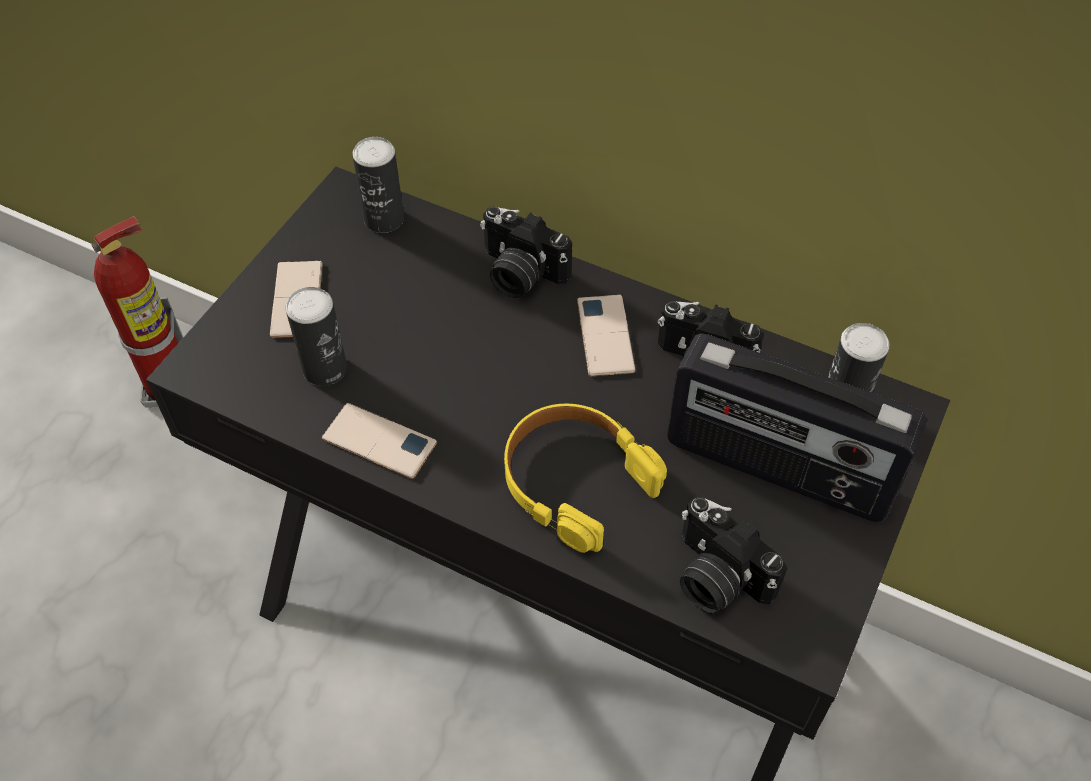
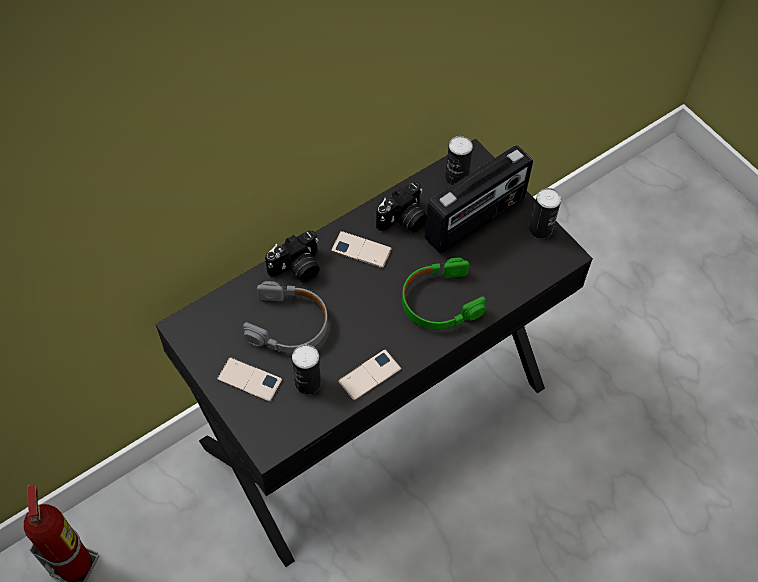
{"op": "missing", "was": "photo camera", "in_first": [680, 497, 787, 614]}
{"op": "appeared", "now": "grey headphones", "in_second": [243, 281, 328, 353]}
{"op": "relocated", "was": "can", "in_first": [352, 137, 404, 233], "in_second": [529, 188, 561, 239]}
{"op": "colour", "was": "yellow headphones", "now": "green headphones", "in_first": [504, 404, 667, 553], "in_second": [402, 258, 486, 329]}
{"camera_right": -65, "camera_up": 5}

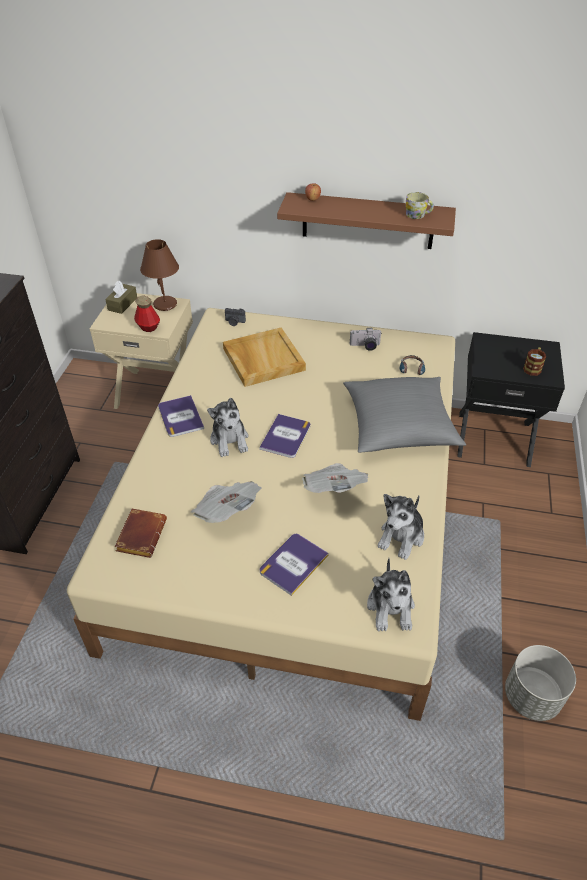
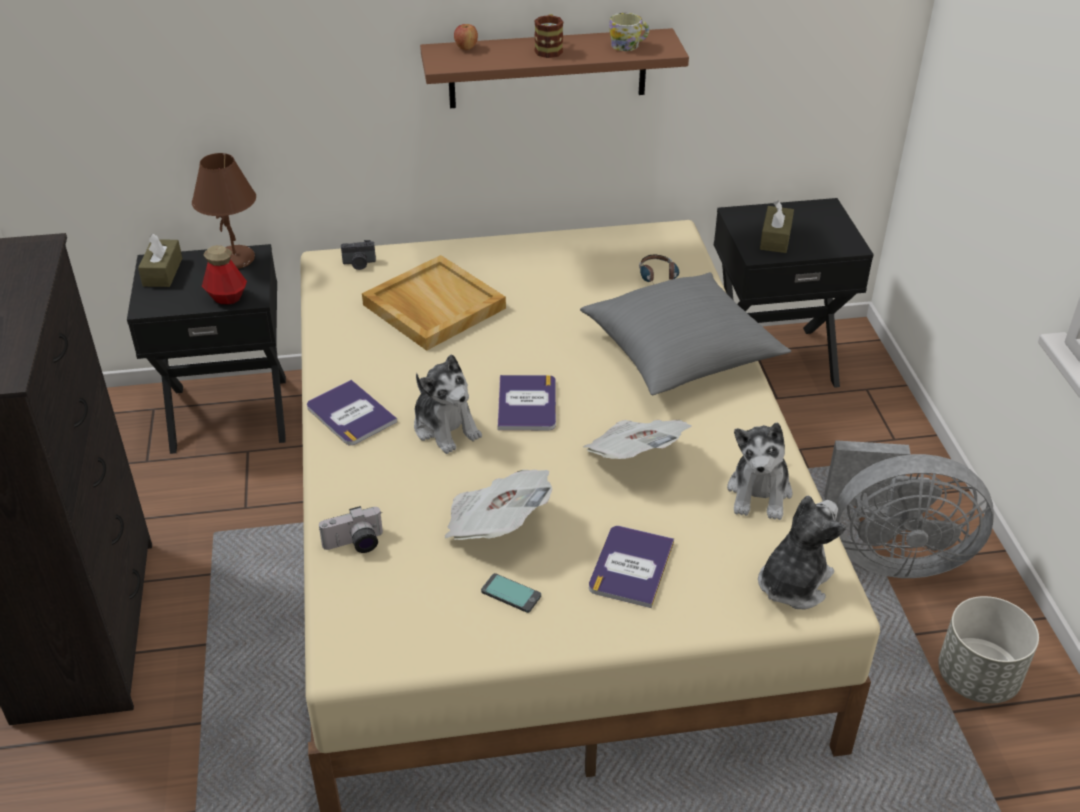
{"op": "missing", "was": "brown book", "in_first": [115, 509, 167, 558]}
{"op": "appeared", "now": "phone", "in_second": [481, 573, 541, 613]}
{"op": "appeared", "now": "brown tissue box", "in_second": [760, 200, 794, 253]}
{"op": "appeared", "now": "grey fan", "in_second": [824, 440, 994, 578]}
{"op": "relocated", "was": "photo camera", "in_first": [350, 328, 381, 351], "in_second": [319, 506, 383, 553]}
{"op": "relocated", "was": "mug", "in_first": [523, 347, 546, 376], "in_second": [534, 14, 563, 58]}
{"op": "colour", "was": "beige nightstand", "now": "black nightstand", "in_first": [90, 293, 193, 409], "in_second": [127, 244, 286, 454]}
{"op": "spun", "was": "plush toy", "in_first": [367, 558, 415, 631], "in_second": [758, 495, 846, 609], "clockwise": -120}
{"camera_right": -20, "camera_up": -5}

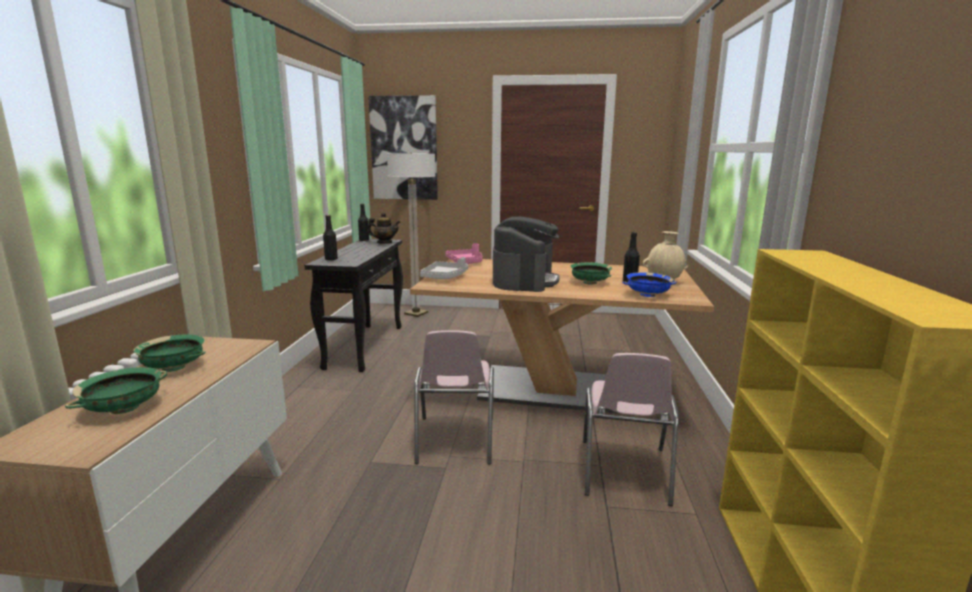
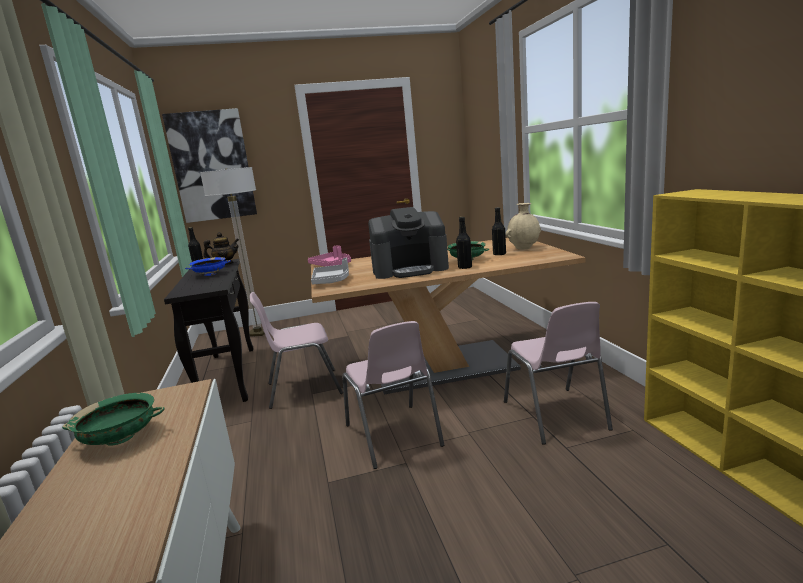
{"op": "missing", "was": "green bowl", "in_first": [65, 367, 167, 414]}
{"op": "appeared", "now": "pink chair", "in_second": [250, 292, 343, 409]}
{"op": "relocated", "was": "black bottle", "in_first": [323, 215, 338, 261], "in_second": [456, 217, 472, 269]}
{"op": "relocated", "was": "blue bowl", "in_first": [622, 272, 676, 297], "in_second": [185, 257, 231, 276]}
{"op": "spun", "was": "coffee machine", "in_first": [493, 216, 559, 292], "in_second": [368, 207, 449, 279], "clockwise": 90}
{"camera_right": -20, "camera_up": 0}

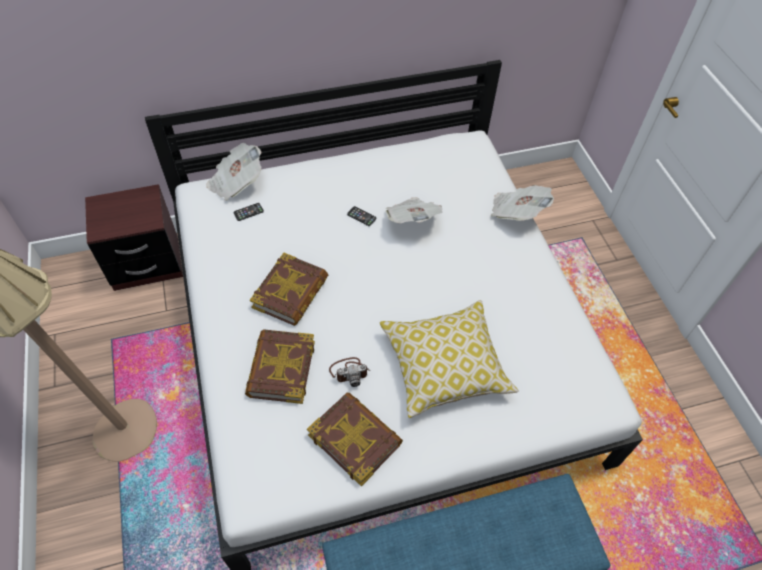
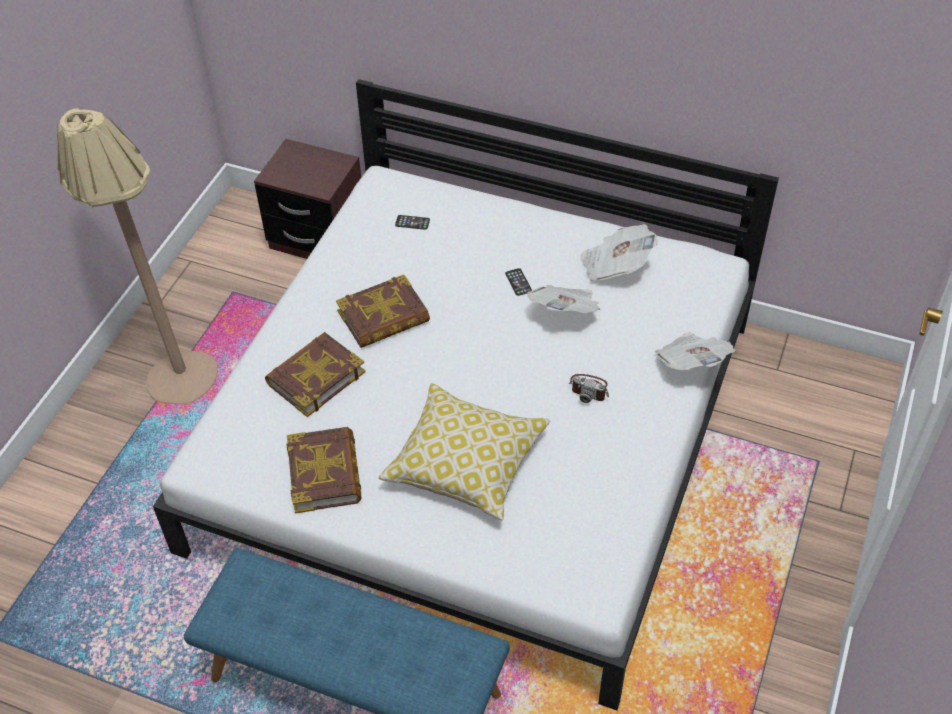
{"op": "relocated", "was": "newspaper", "in_first": [206, 143, 262, 201], "in_second": [580, 224, 658, 281]}
{"op": "relocated", "was": "photo camera", "in_first": [329, 357, 370, 387], "in_second": [569, 374, 609, 403]}
{"camera_right": 40, "camera_up": -5}

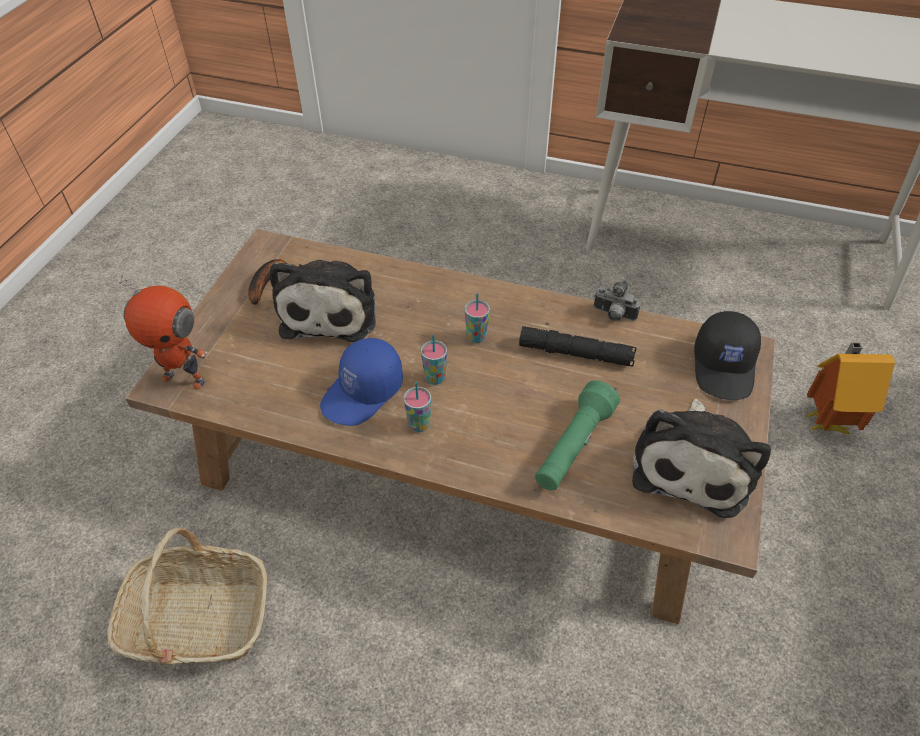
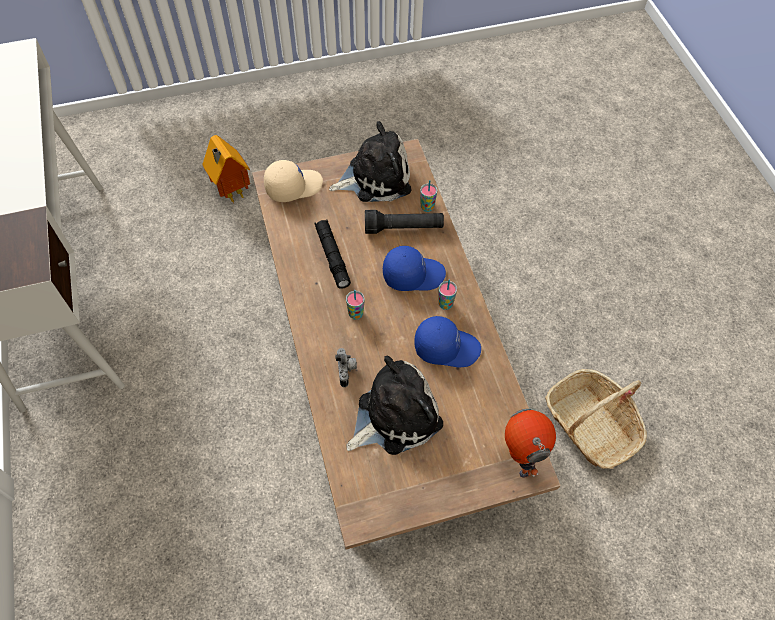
{"op": "missing", "was": "banana", "in_first": [248, 259, 302, 305]}
{"op": "appeared", "now": "blue cap", "in_second": [383, 246, 446, 291]}
{"op": "relocated", "was": "cup", "in_first": [421, 334, 447, 385], "in_second": [420, 180, 438, 212]}
{"op": "relocated", "was": "photo camera", "in_first": [594, 281, 640, 321], "in_second": [335, 348, 357, 387]}
{"op": "colour", "was": "green flashlight", "now": "black flashlight", "in_first": [535, 380, 620, 490], "in_second": [365, 210, 444, 234]}
{"op": "colour", "was": "black cap", "now": "beige cap", "in_first": [694, 311, 761, 400], "in_second": [264, 160, 323, 202]}
{"camera_right": -125, "camera_up": 10}

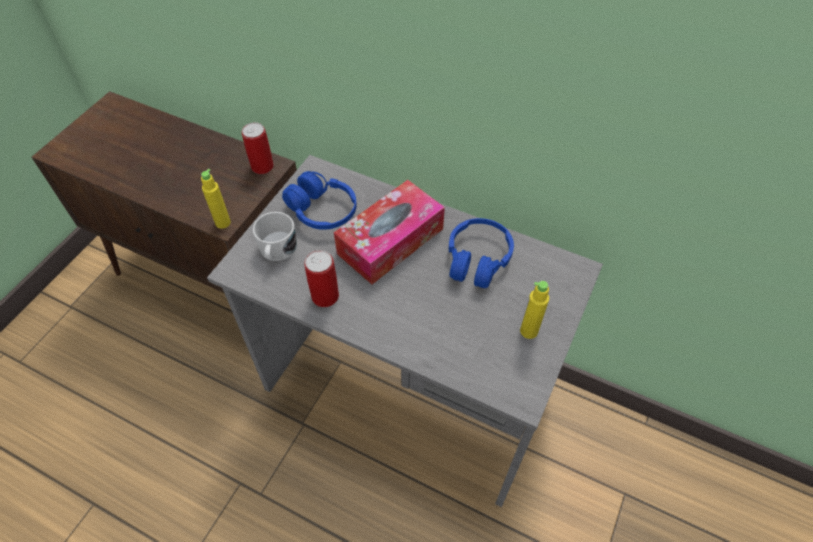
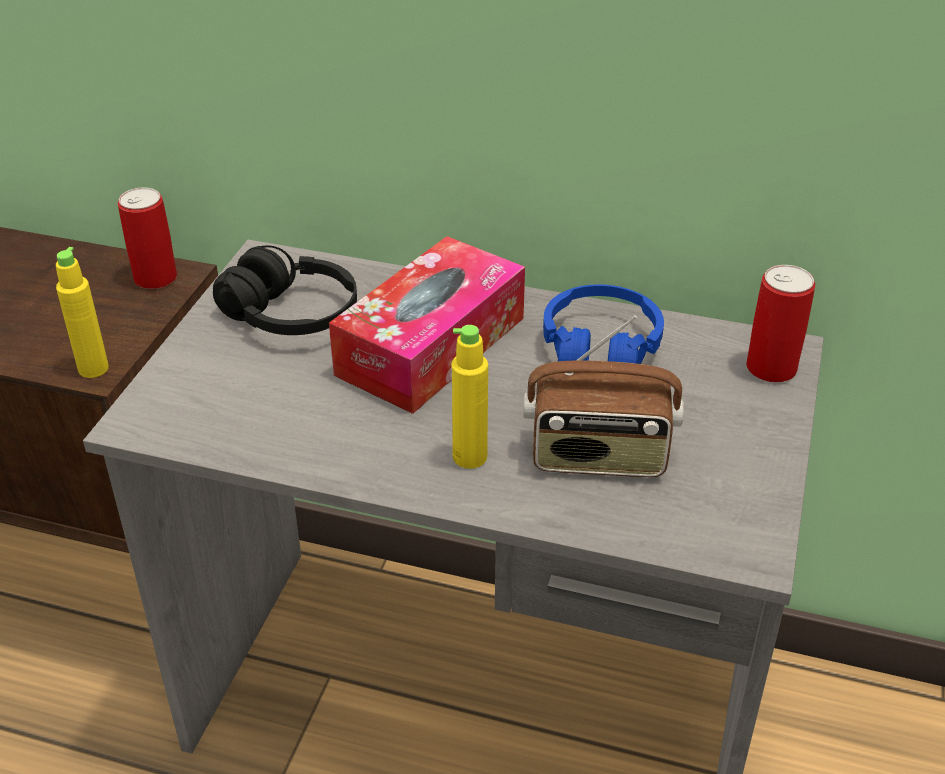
{"op": "missing", "was": "white mug", "in_first": [253, 212, 297, 261]}
{"op": "appeared", "now": "radio", "in_second": [523, 315, 684, 477]}
{"op": "relocated", "was": "can", "in_first": [304, 250, 339, 307], "in_second": [746, 265, 815, 382]}
{"op": "relocated", "was": "yellow bottle", "in_first": [520, 281, 549, 339], "in_second": [451, 325, 488, 469]}
{"op": "colour", "was": "blue headphones", "now": "black headphones", "in_first": [282, 171, 357, 230], "in_second": [213, 245, 357, 335]}
{"camera_right": -10, "camera_up": -15}

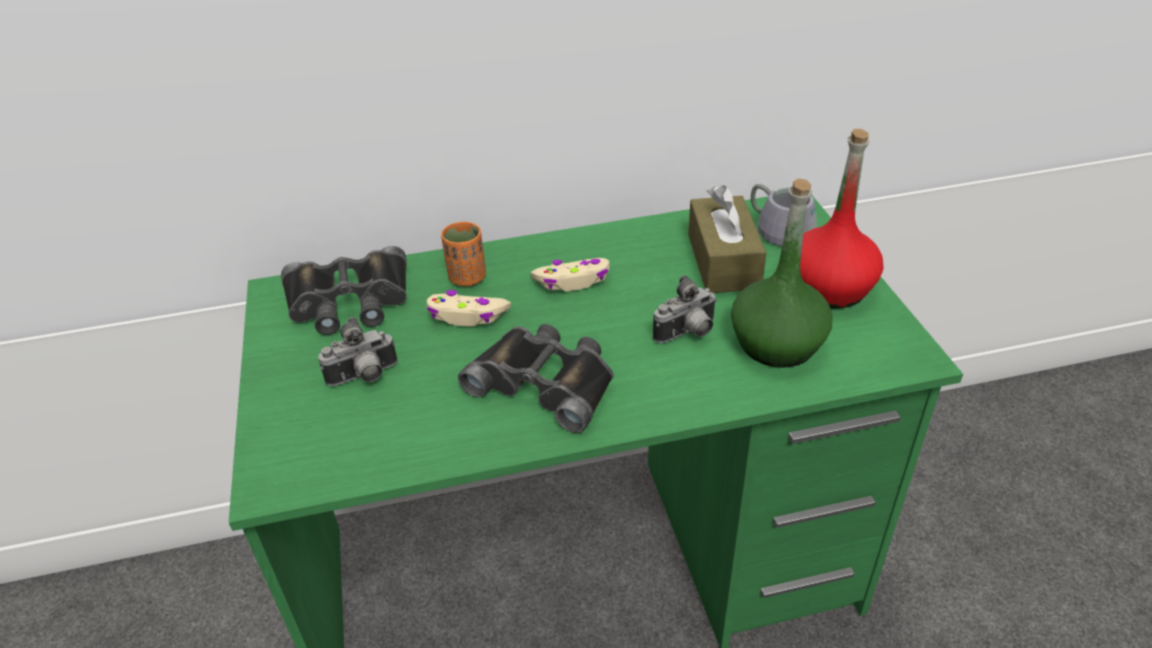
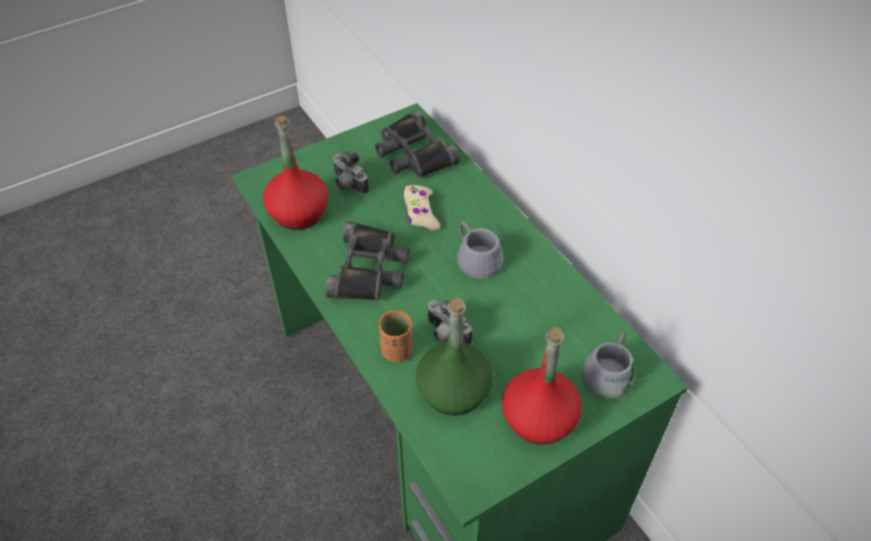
{"op": "missing", "was": "brown tissue box", "in_first": [688, 185, 767, 293]}
{"op": "appeared", "now": "red bottle", "in_second": [263, 116, 328, 230]}
{"op": "relocated", "was": "orange cup", "in_first": [441, 222, 486, 286], "in_second": [379, 311, 413, 362]}
{"op": "exchanged", "was": "beige game controller", "now": "grey mug", "in_first": [531, 258, 610, 291], "in_second": [457, 221, 503, 279]}
{"camera_right": 70, "camera_up": 10}

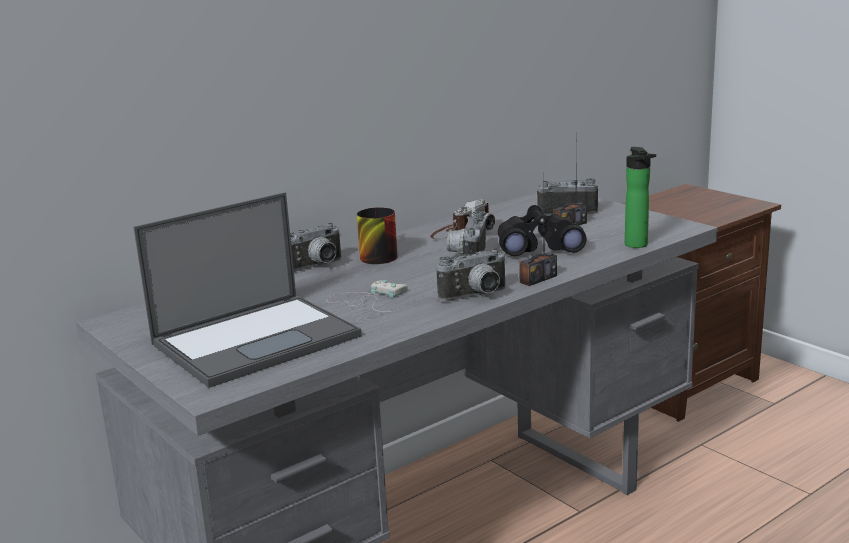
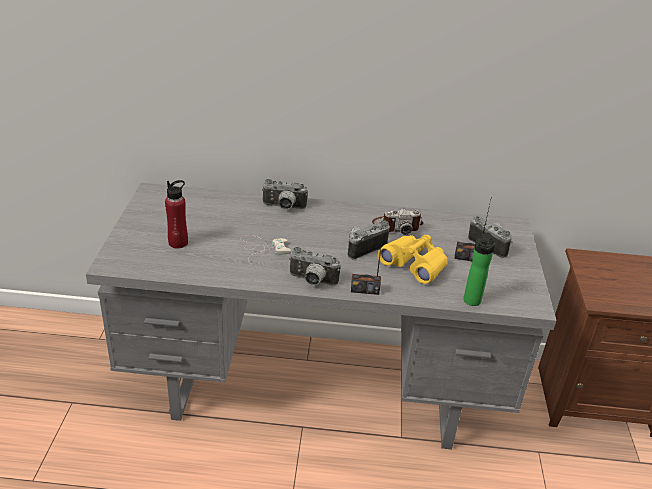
{"op": "missing", "was": "mug", "in_first": [357, 207, 398, 264]}
{"op": "exchanged", "was": "laptop", "now": "red bottle", "in_first": [134, 192, 362, 388], "in_second": [165, 180, 188, 248]}
{"op": "colour", "was": "black binoculars", "now": "yellow binoculars", "in_first": [498, 205, 587, 256], "in_second": [378, 235, 448, 284]}
{"camera_right": 40, "camera_up": 15}

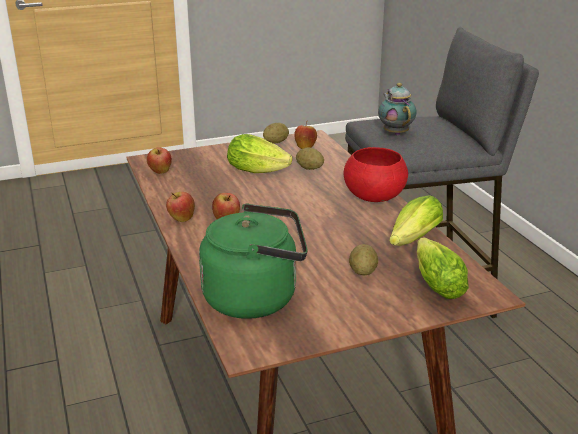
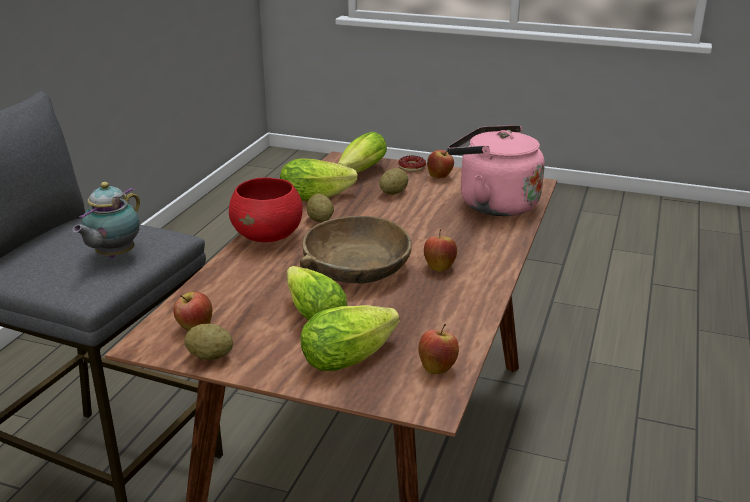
{"op": "appeared", "now": "brown bowl", "in_second": [300, 216, 412, 284]}
{"op": "appeared", "now": "lettuce", "in_second": [301, 305, 400, 371]}
{"op": "appeared", "now": "donut", "in_second": [398, 156, 426, 172]}
{"op": "relocated", "was": "apple", "in_first": [166, 192, 195, 222], "in_second": [427, 150, 454, 179]}
{"op": "relocated", "was": "potato", "in_first": [296, 148, 324, 170], "in_second": [307, 193, 334, 223]}
{"op": "colour", "was": "green kettle", "now": "pink kettle", "in_first": [199, 203, 307, 319], "in_second": [447, 125, 545, 216]}
{"camera_right": -140, "camera_up": 0}

